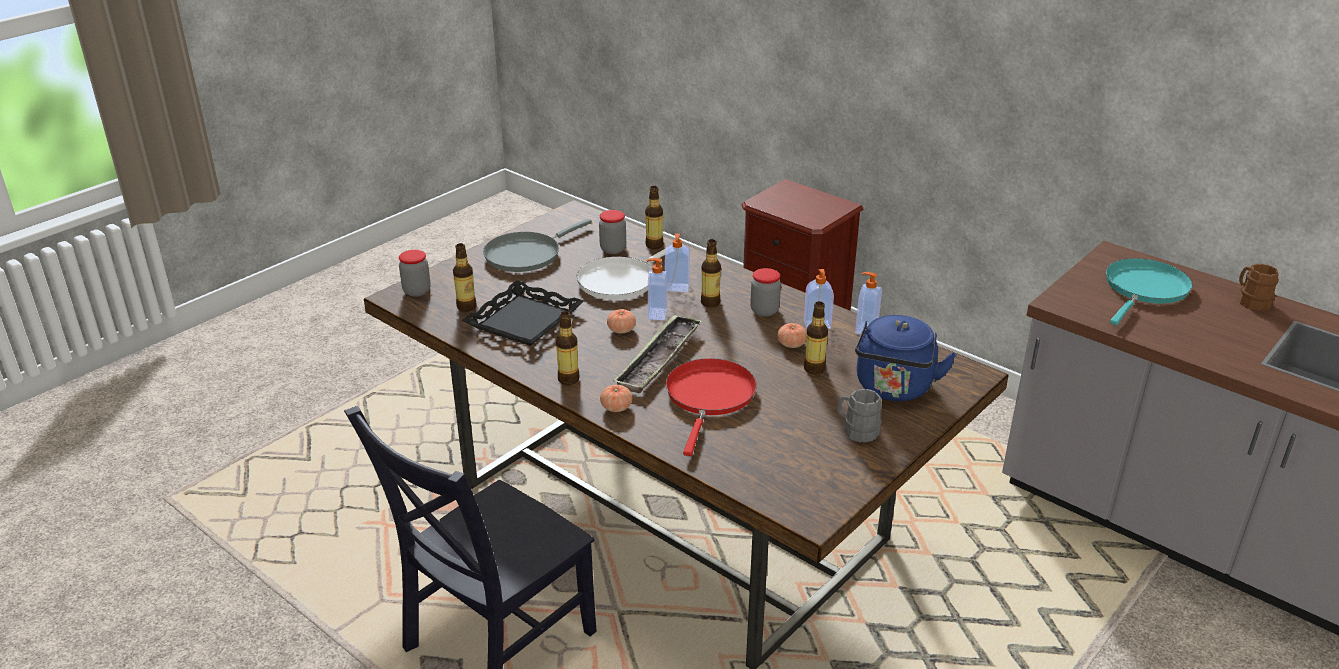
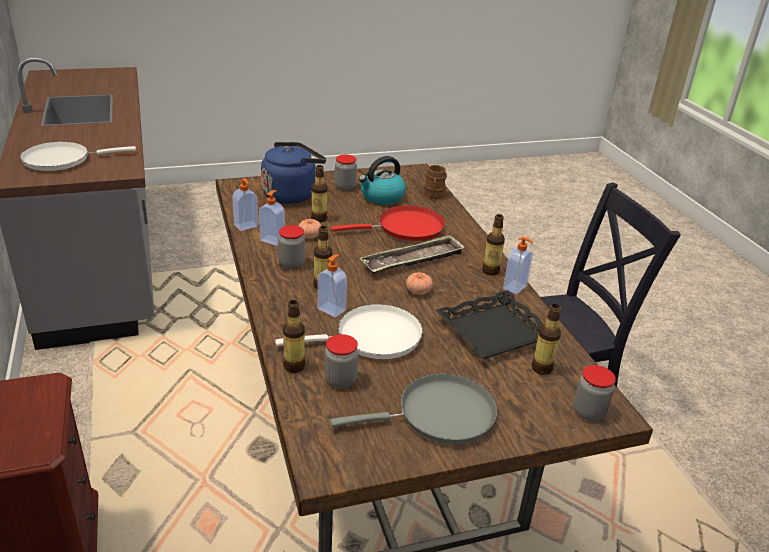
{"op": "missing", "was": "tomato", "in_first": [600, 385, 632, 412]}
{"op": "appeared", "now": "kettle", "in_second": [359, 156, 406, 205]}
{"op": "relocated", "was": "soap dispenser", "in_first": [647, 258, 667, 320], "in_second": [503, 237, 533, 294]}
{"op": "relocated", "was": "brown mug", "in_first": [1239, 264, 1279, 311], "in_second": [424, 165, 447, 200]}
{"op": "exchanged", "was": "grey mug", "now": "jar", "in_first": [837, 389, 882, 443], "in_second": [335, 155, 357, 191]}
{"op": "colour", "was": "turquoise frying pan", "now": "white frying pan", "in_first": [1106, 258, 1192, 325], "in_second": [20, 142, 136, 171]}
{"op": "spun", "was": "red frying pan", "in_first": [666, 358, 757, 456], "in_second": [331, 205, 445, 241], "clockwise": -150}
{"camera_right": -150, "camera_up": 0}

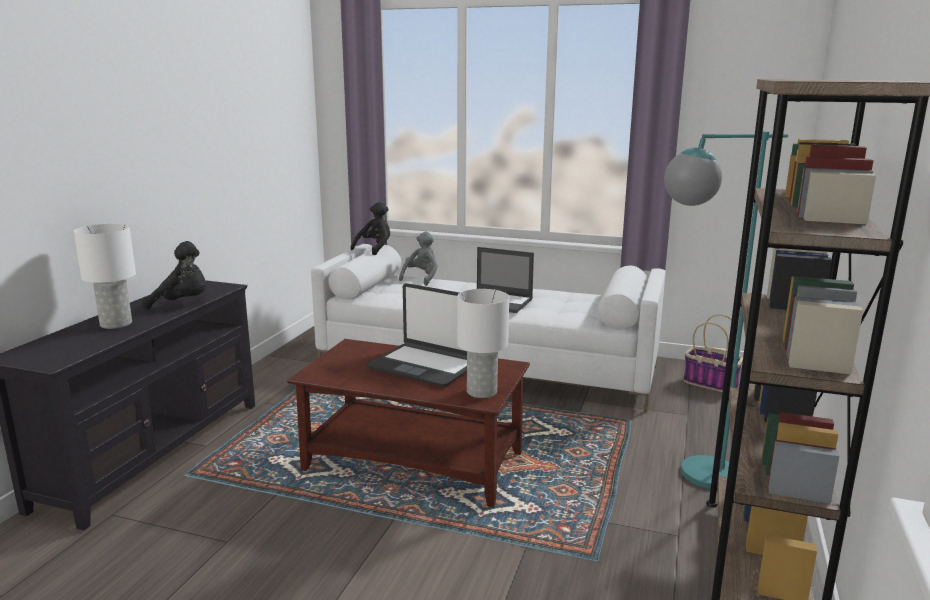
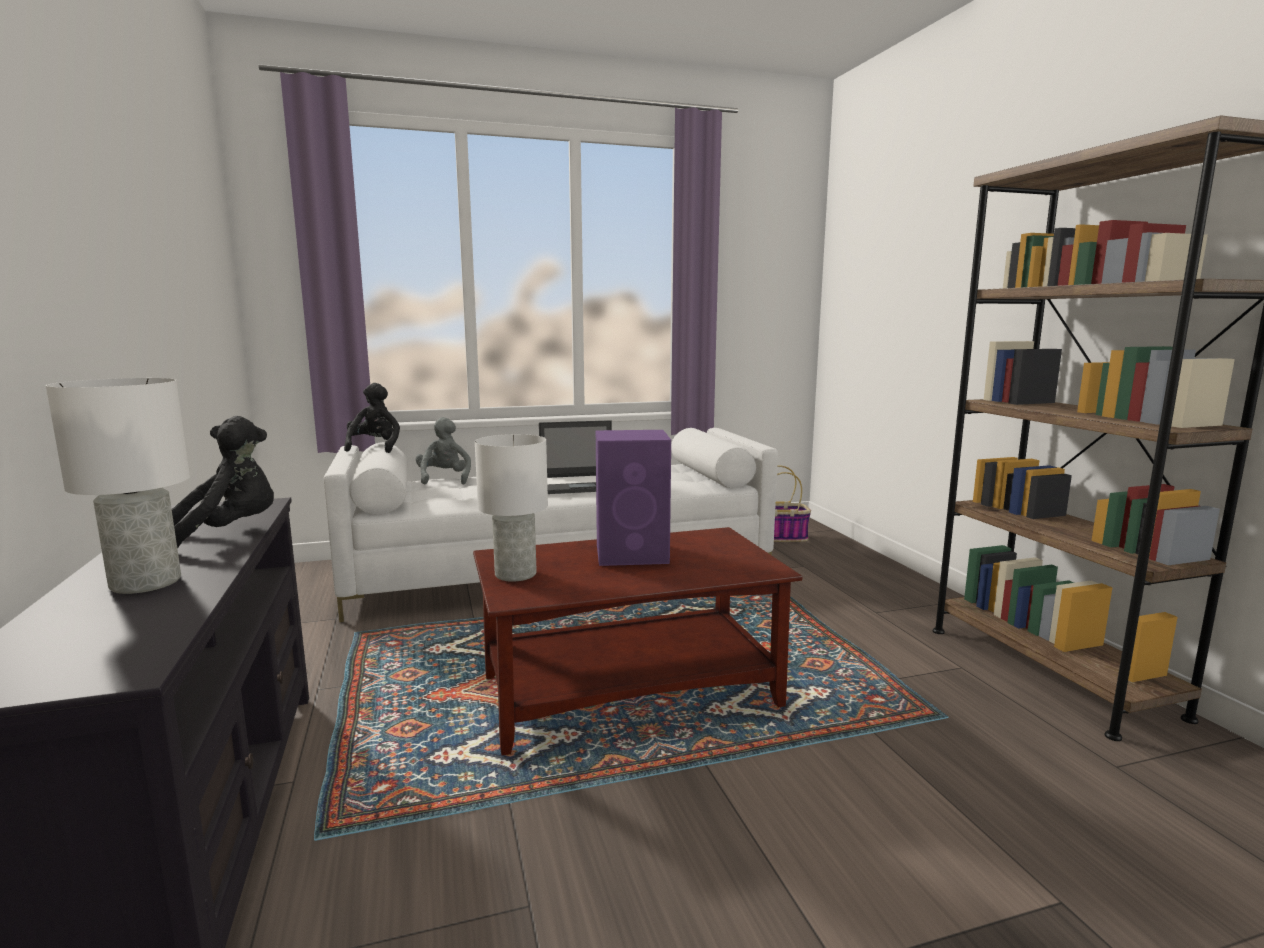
{"op": "missing", "was": "turquoise floor lamp", "in_first": [664, 131, 788, 489]}
{"op": "relocated", "was": "white table lamp", "in_first": [457, 289, 509, 398], "in_second": [475, 434, 548, 582]}
{"op": "exchanged", "was": "laptop", "now": "purple speaker", "in_first": [366, 283, 467, 387], "in_second": [596, 430, 671, 566]}
{"camera_right": -35, "camera_up": -5}

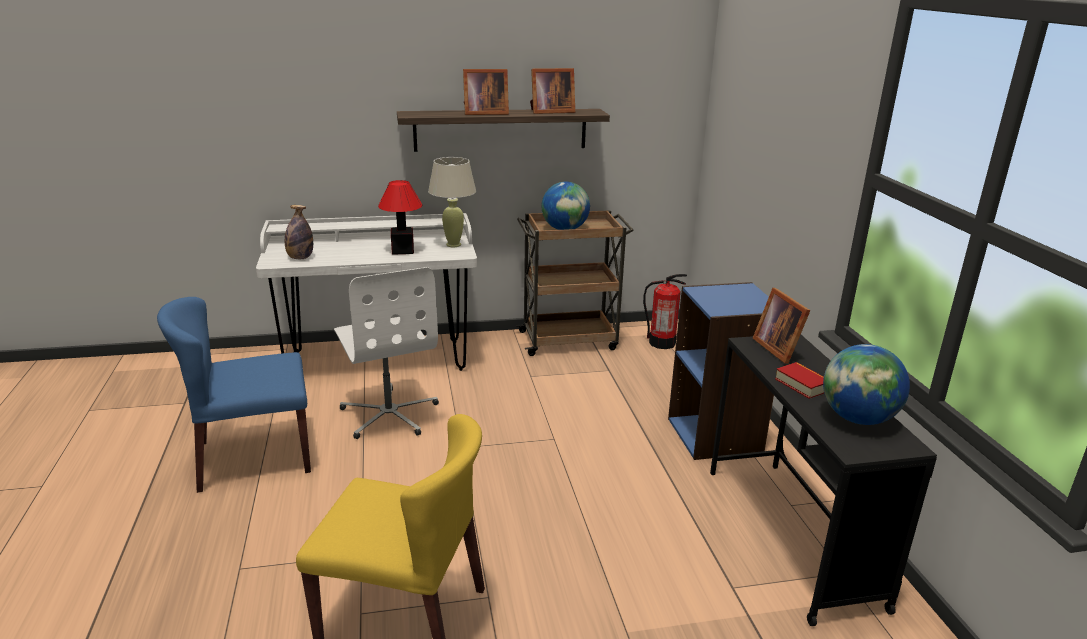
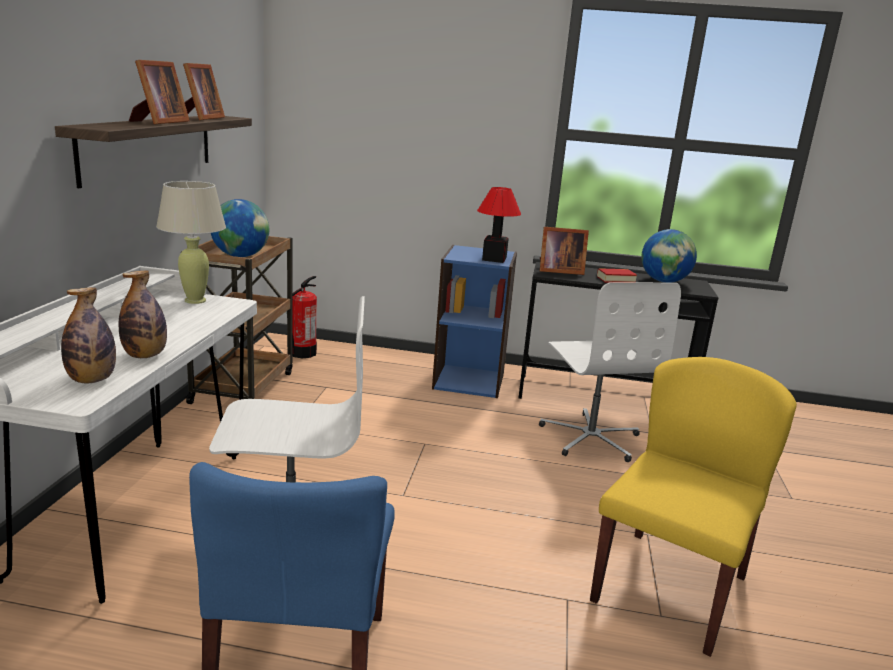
{"op": "appeared", "now": "bottle", "in_second": [119, 271, 167, 358]}
{"op": "appeared", "now": "white office chair", "in_second": [539, 283, 681, 462]}
{"op": "relocated", "was": "table lamp", "in_first": [378, 180, 423, 255], "in_second": [477, 187, 521, 263]}
{"camera_right": -70, "camera_up": -5}

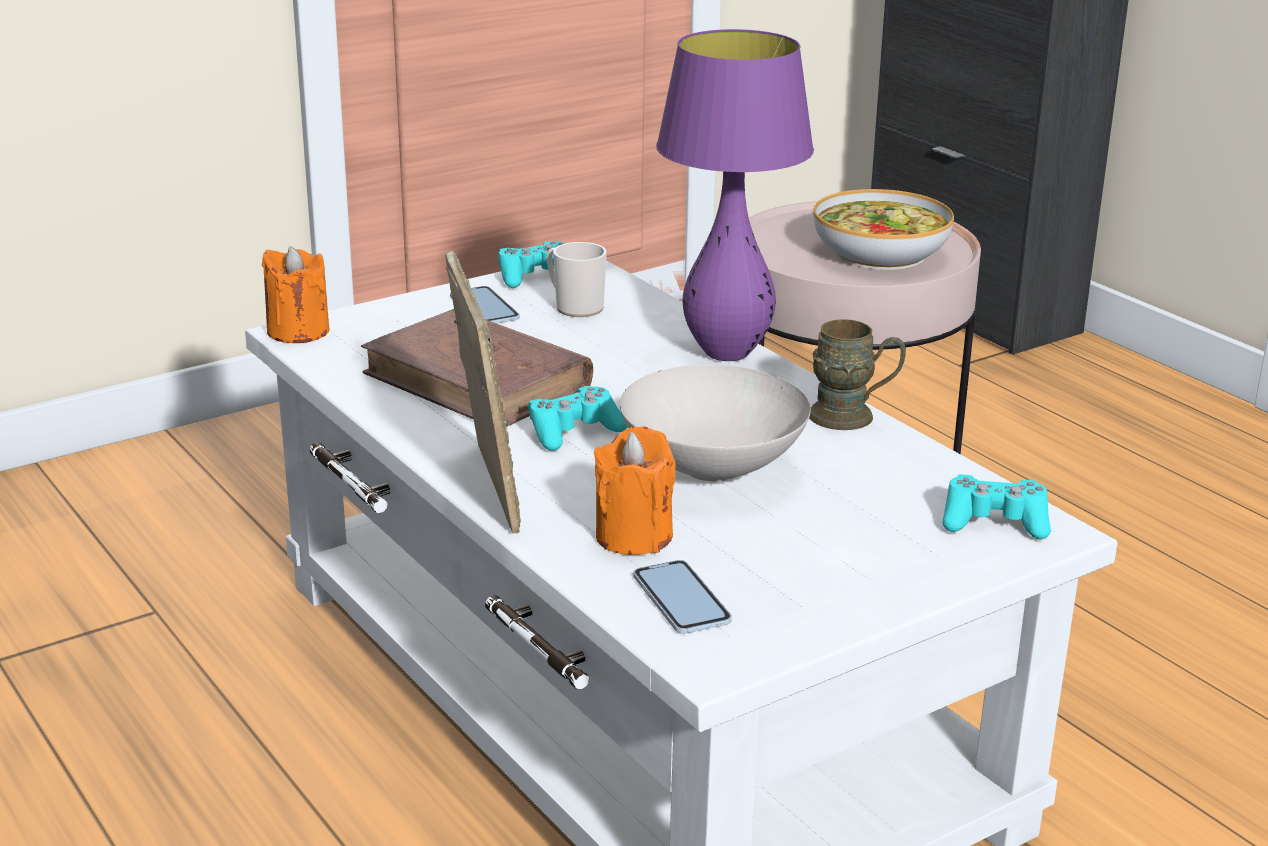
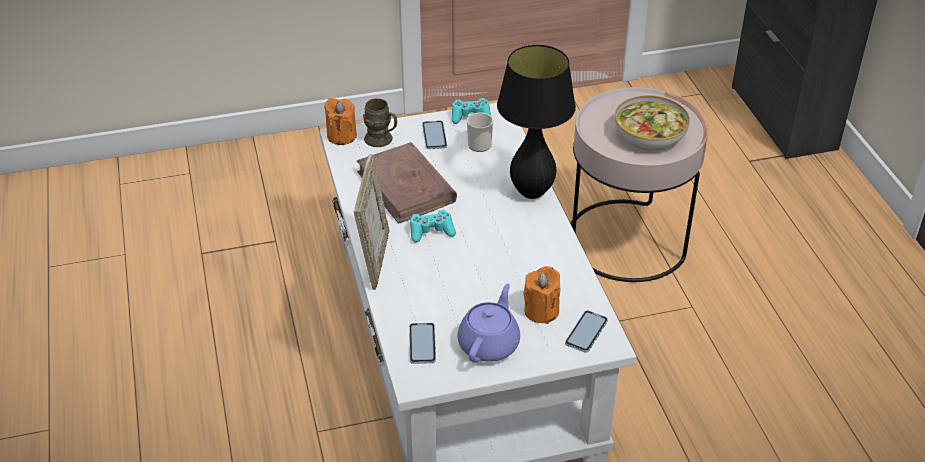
{"op": "missing", "was": "white bowl", "in_first": [619, 365, 811, 481]}
{"op": "appeared", "now": "purple teapot", "in_second": [458, 284, 520, 363]}
{"op": "relocated", "was": "orange candle", "in_first": [594, 426, 676, 555], "in_second": [523, 266, 561, 324]}
{"op": "relocated", "was": "brown mug", "in_first": [809, 319, 906, 430], "in_second": [363, 98, 397, 147]}
{"op": "exchanged", "was": "turquoise game controller", "now": "phone", "in_first": [942, 475, 1051, 539], "in_second": [565, 310, 608, 352]}
{"op": "colour", "was": "purple table lamp", "now": "black table lamp", "in_first": [656, 29, 814, 361], "in_second": [497, 45, 576, 199]}
{"camera_right": 20, "camera_up": 15}

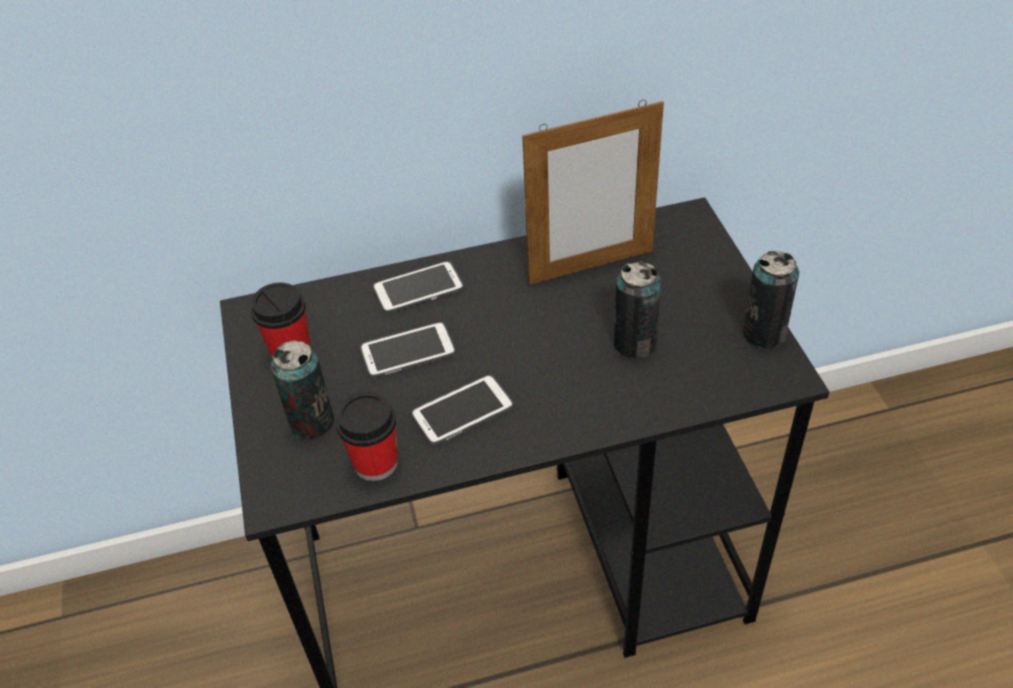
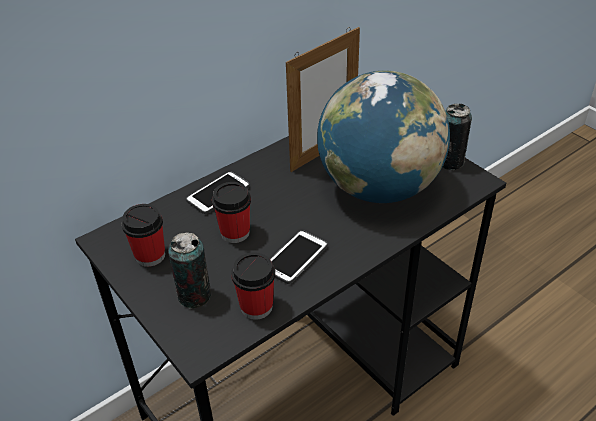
{"op": "exchanged", "was": "phone", "now": "cup", "in_first": [360, 322, 456, 378], "in_second": [212, 182, 251, 243]}
{"op": "exchanged", "was": "can", "now": "globe", "in_first": [614, 261, 661, 359], "in_second": [317, 71, 450, 203]}
{"camera_right": -25, "camera_up": -5}

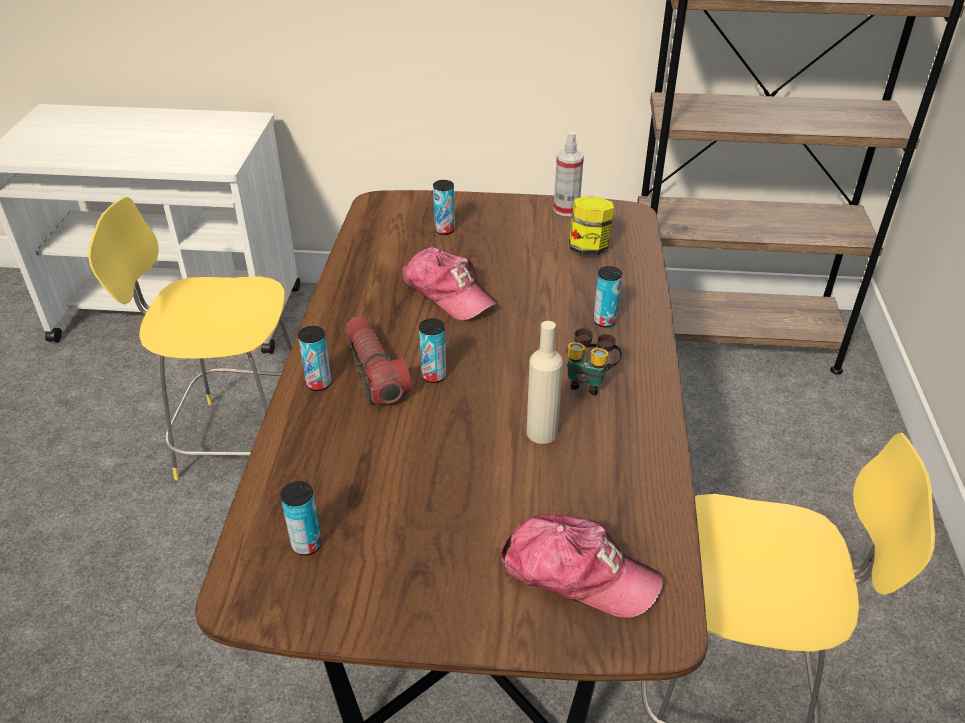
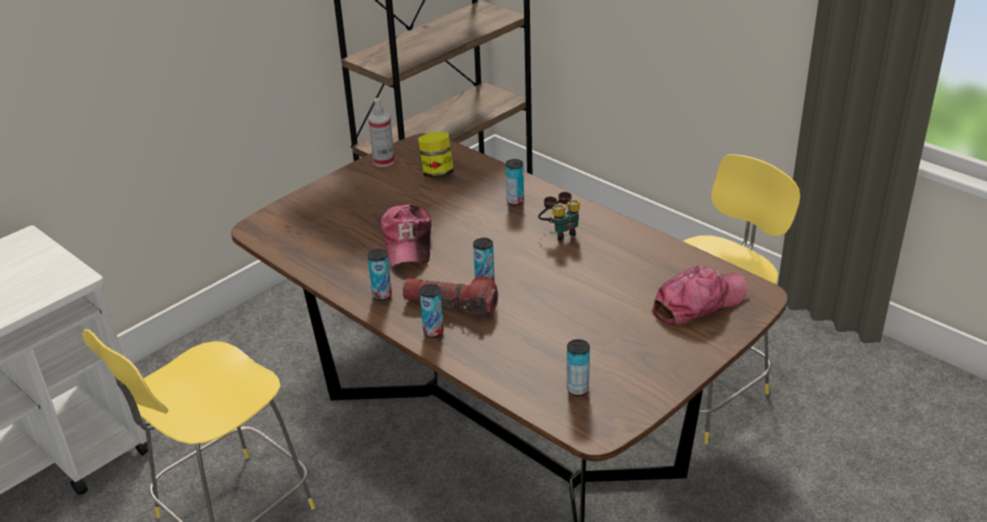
{"op": "missing", "was": "beige bottle", "in_first": [526, 321, 563, 444]}
{"op": "relocated", "was": "can", "in_first": [433, 180, 455, 235], "in_second": [368, 249, 392, 300]}
{"op": "spun", "was": "cap", "in_first": [403, 247, 498, 321], "in_second": [381, 204, 431, 265], "clockwise": 90}
{"camera_right": -50, "camera_up": -5}

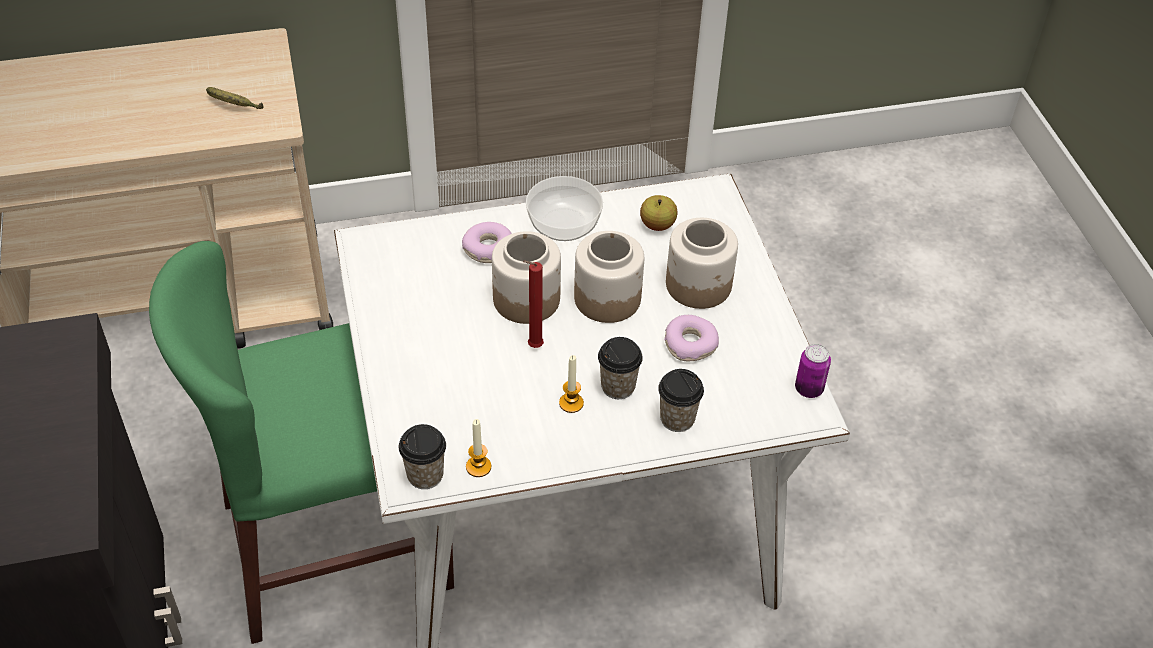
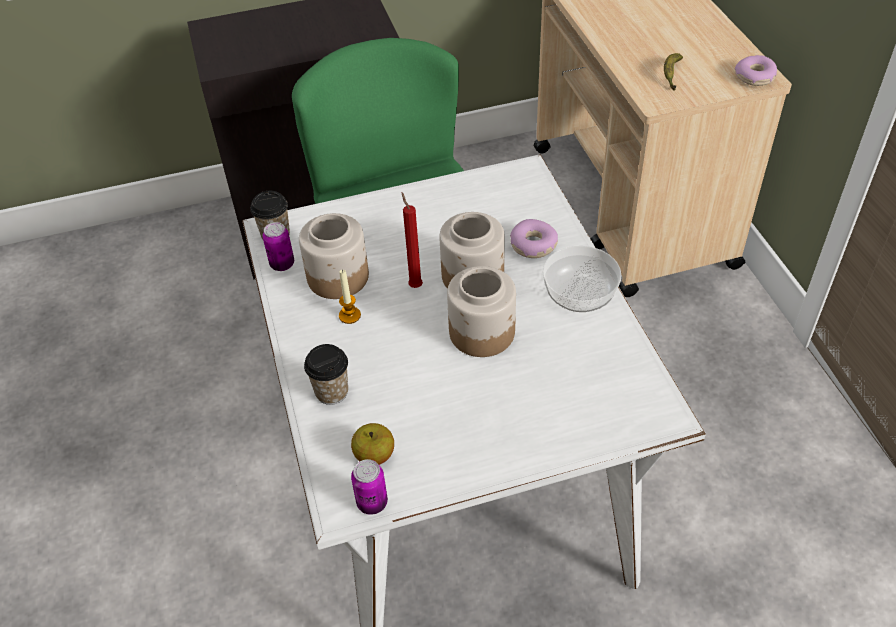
{"op": "missing", "was": "cup", "in_first": [598, 337, 643, 399]}
{"op": "relocated", "was": "apple", "in_first": [640, 195, 678, 231], "in_second": [351, 423, 394, 465]}
{"op": "relocated", "was": "donut", "in_first": [664, 315, 719, 361], "in_second": [735, 55, 777, 86]}
{"op": "relocated", "was": "jar", "in_first": [666, 218, 738, 309], "in_second": [299, 213, 369, 299]}
{"op": "exchanged", "was": "candle", "now": "can", "in_first": [466, 419, 491, 477], "in_second": [263, 222, 294, 271]}
{"camera_right": 90, "camera_up": 0}

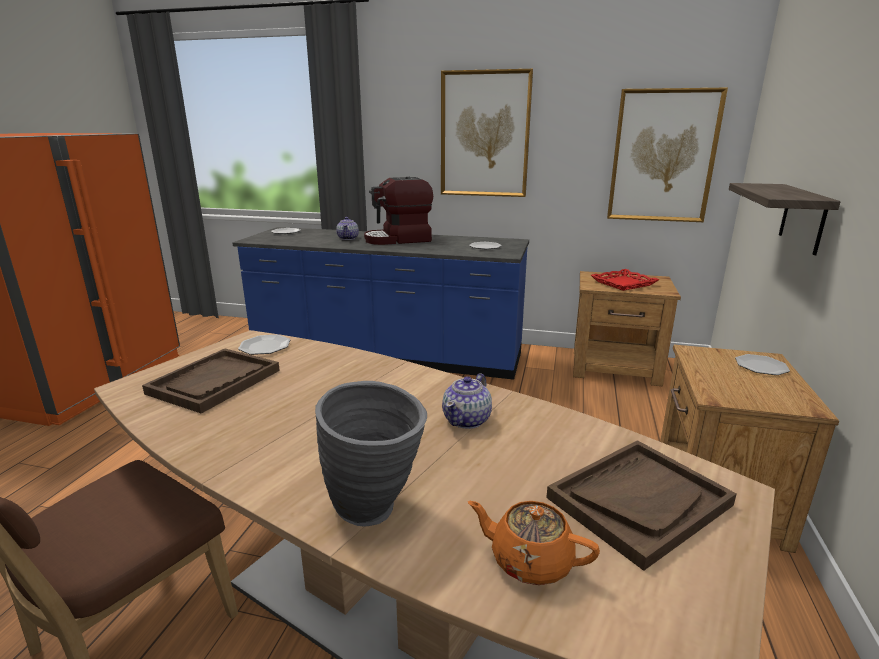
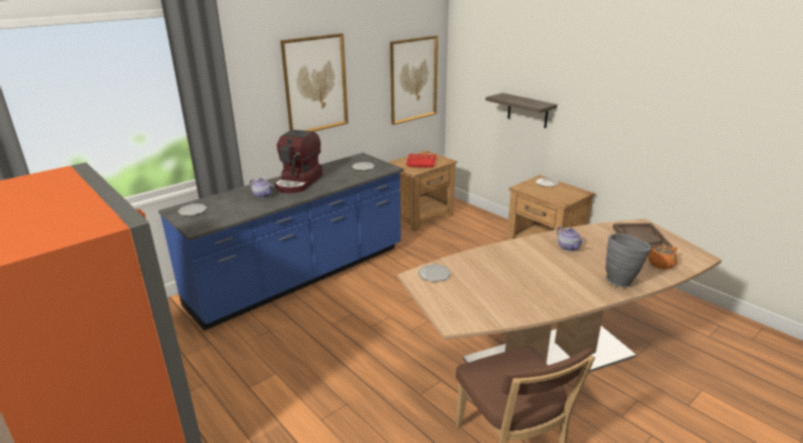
{"op": "missing", "was": "brown tray", "in_first": [142, 349, 280, 414]}
{"camera_right": -55, "camera_up": 5}

